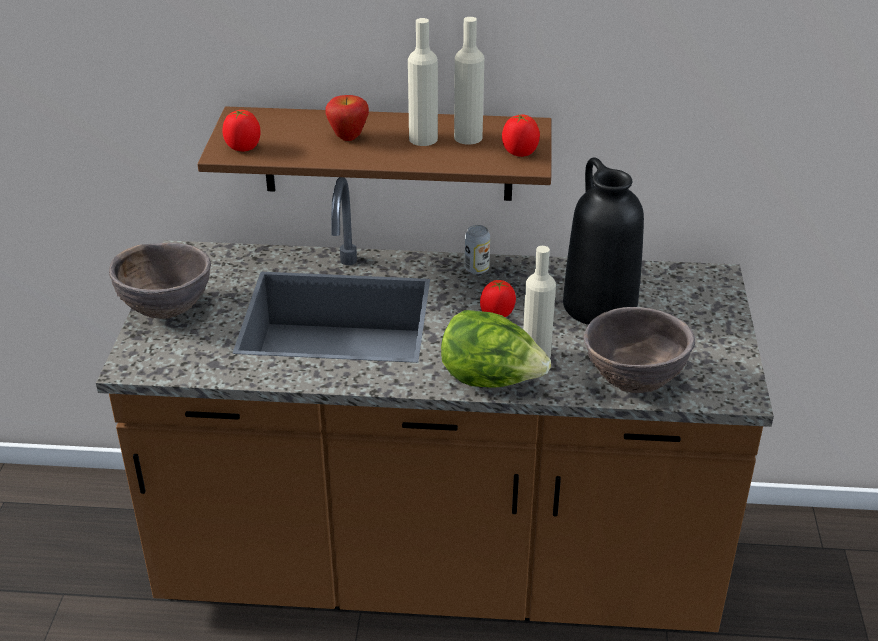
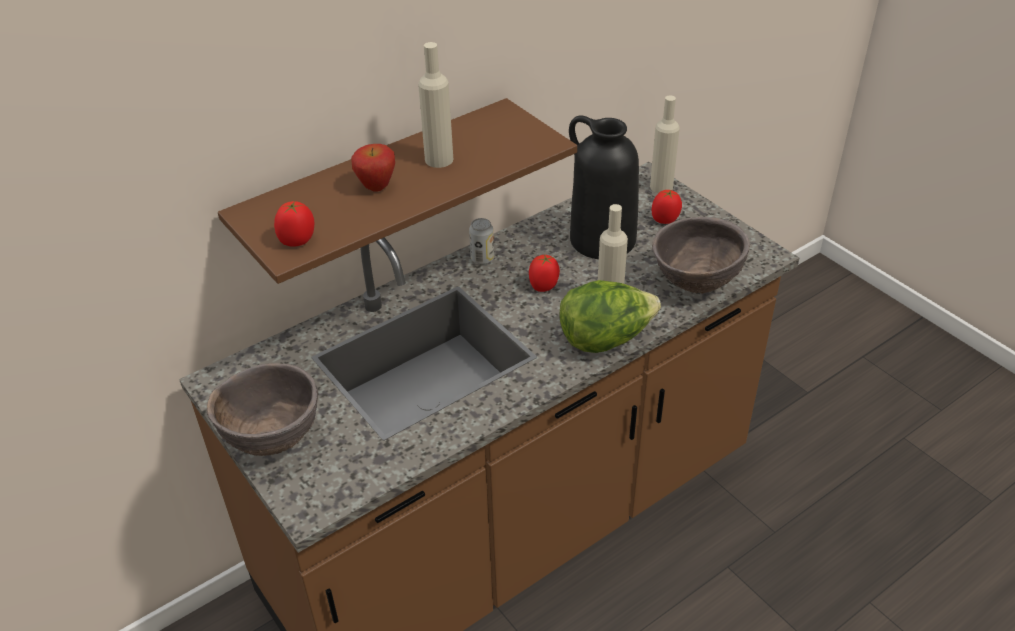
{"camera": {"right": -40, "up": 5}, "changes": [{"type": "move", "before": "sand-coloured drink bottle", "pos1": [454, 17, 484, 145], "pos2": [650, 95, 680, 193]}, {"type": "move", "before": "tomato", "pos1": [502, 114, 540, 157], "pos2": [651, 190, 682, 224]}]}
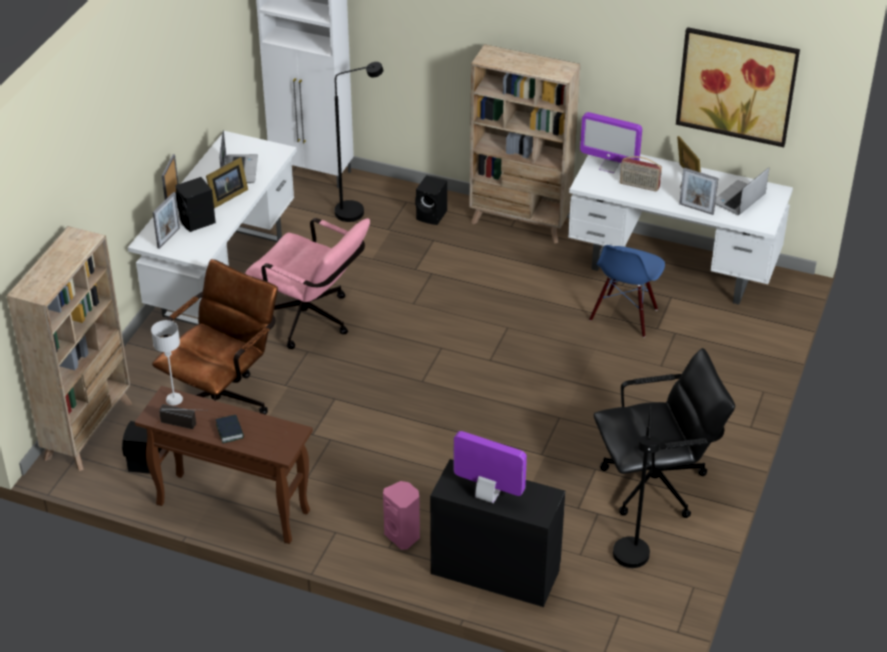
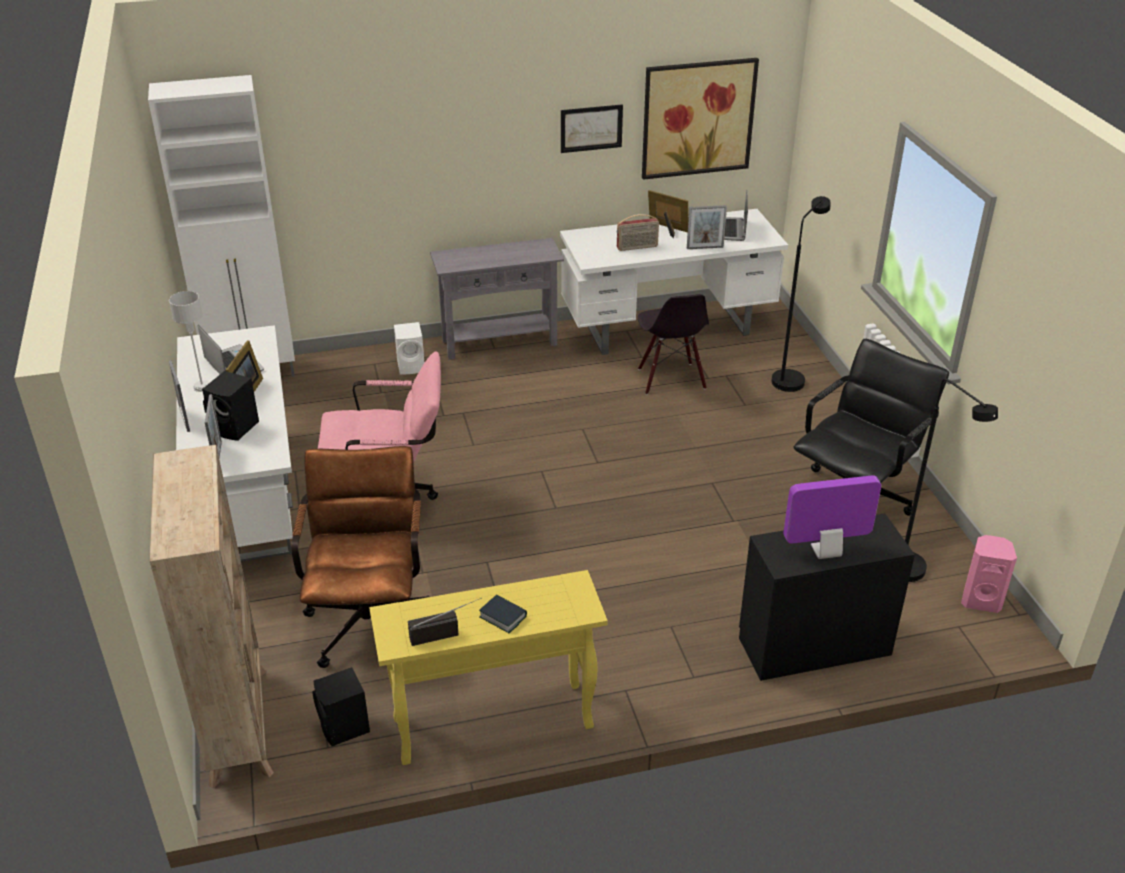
{"camera": {"right": -35, "up": -5}, "changes": [{"type": "recolor", "before": "brown console table", "after": "yellow console table", "pos1": [135, 386, 313, 544], "pos2": [369, 570, 608, 765]}, {"type": "move", "before": "gray tabletop lamp", "pos1": [151, 320, 183, 405], "pos2": [169, 291, 210, 392]}, {"type": "move", "before": "black standard lamp", "pos1": [334, 62, 383, 222], "pos2": [771, 196, 830, 392]}, {"type": "move", "before": "pink-coloured loudspeaker", "pos1": [383, 481, 420, 549], "pos2": [961, 535, 1017, 613]}, {"type": "recolor", "before": "black loudspeaker", "after": "white-coloured loudspeaker", "pos1": [415, 175, 447, 225], "pos2": [394, 322, 424, 375]}, {"type": "replace", "before": "sand-coloured bookshelf", "after": "gray console table", "pos1": [469, 44, 580, 244], "pos2": [430, 238, 564, 360]}, {"type": "delete", "before": "monitor", "pos1": [580, 112, 642, 173]}, {"type": "recolor", "before": "blue-coloured chair", "after": "black chair", "pos1": [589, 245, 665, 338], "pos2": [638, 294, 709, 395]}, {"type": "insert", "after": "wall picture", "pos2": [561, 104, 623, 153]}]}
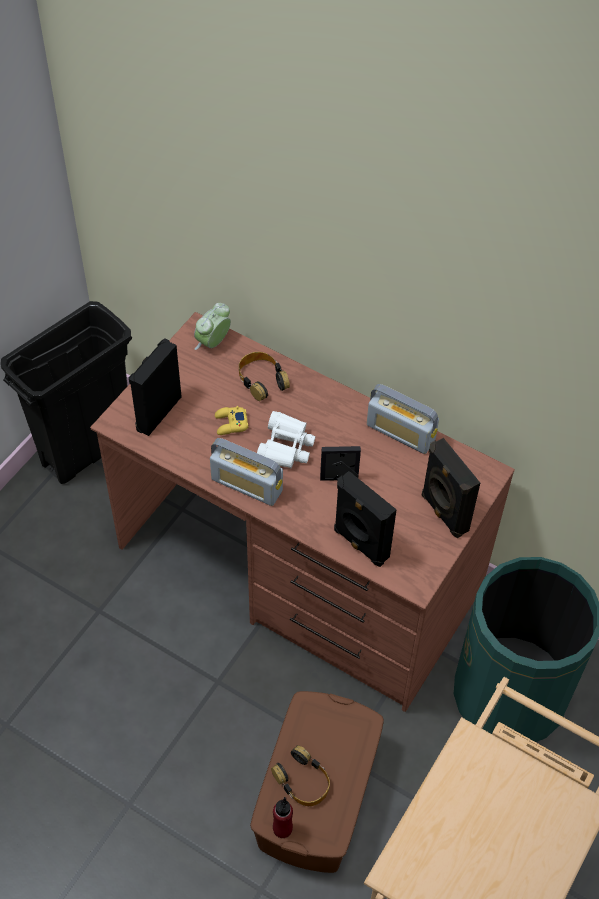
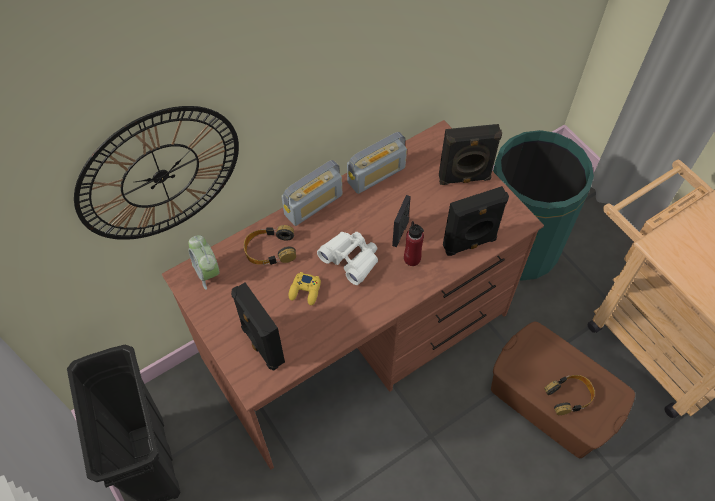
{"camera": {"right": -65, "up": 5}, "changes": [{"type": "move", "before": "radio receiver", "pos1": [210, 438, 283, 506], "pos2": [281, 160, 342, 226]}, {"type": "move", "before": "red-coloured drink bottle", "pos1": [273, 797, 293, 838], "pos2": [404, 221, 424, 266]}, {"type": "insert", "after": "clock on the wall", "pos2": [74, 106, 239, 240]}]}
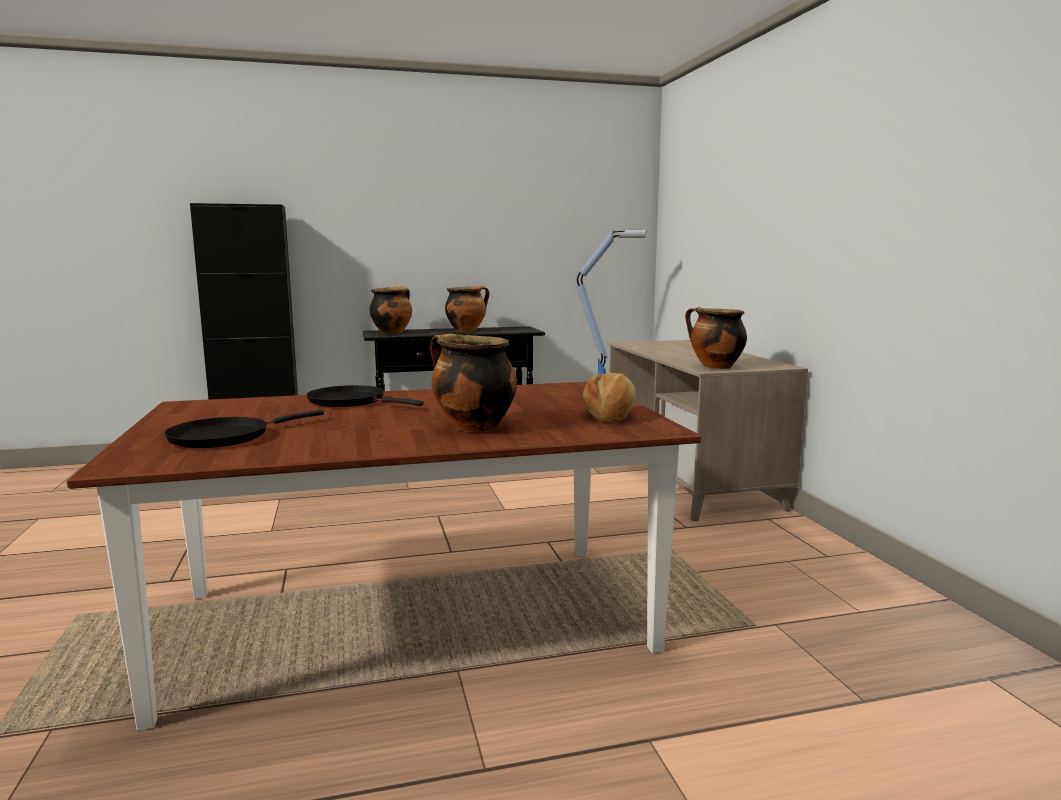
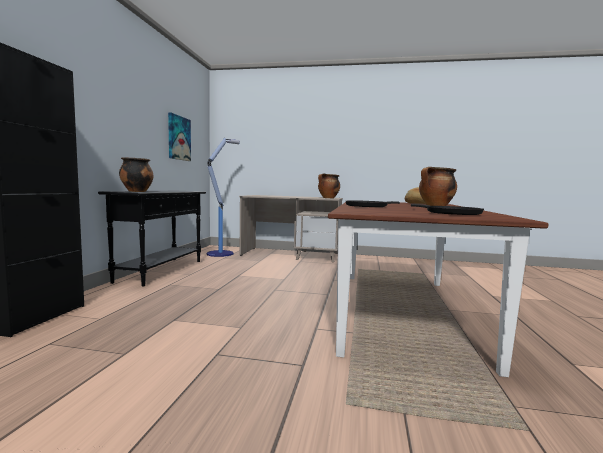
{"camera": {"right": -65, "up": -5}, "changes": [{"type": "delete", "before": "stockpot", "pos1": [445, 286, 490, 332]}, {"type": "insert", "after": "wall picture", "pos2": [168, 113, 191, 161]}]}
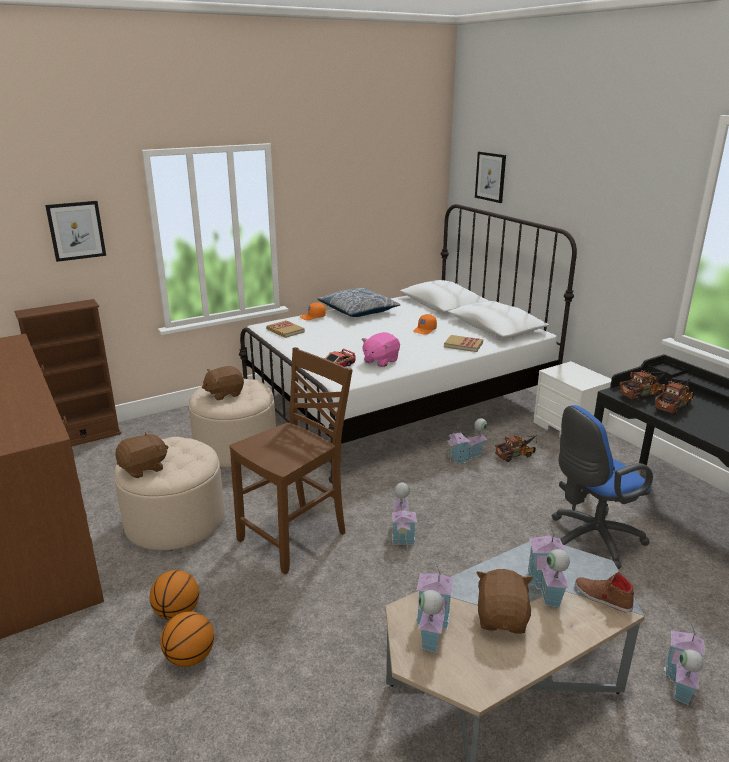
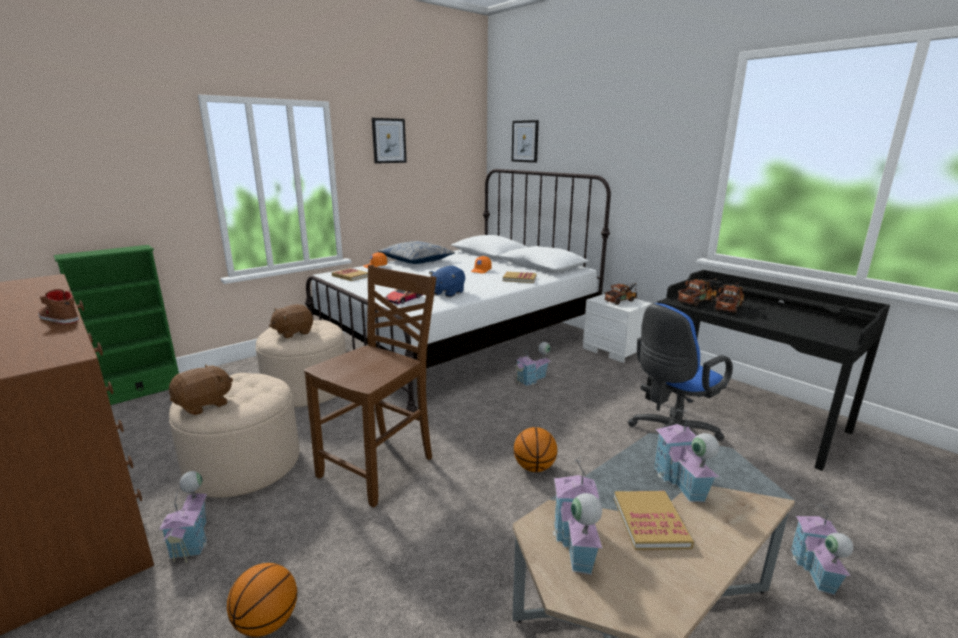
{"camera": {"right": -10, "up": -5}, "changes": [{"type": "recolor", "before": "brown bookshelf", "after": "greenish bookshelf", "pos1": [14, 299, 121, 446], "pos2": [54, 245, 179, 405]}, {"type": "move", "before": "wall picture", "pos1": [45, 201, 106, 262], "pos2": [372, 118, 407, 164]}, {"type": "move", "before": "ball for basketball", "pos1": [149, 570, 199, 620], "pos2": [514, 427, 557, 472]}, {"type": "recolor", "before": "pink-coloured plush toy", "after": "blue-coloured plush toy", "pos1": [362, 332, 400, 367], "pos2": [429, 266, 465, 297]}, {"type": "move", "before": "miniature house", "pos1": [392, 482, 417, 549], "pos2": [159, 471, 207, 563]}, {"type": "replace", "before": "brown plush toy", "after": "volume", "pos1": [477, 569, 533, 634], "pos2": [614, 491, 694, 550]}, {"type": "move", "before": "toy truck", "pos1": [495, 435, 537, 462], "pos2": [605, 283, 637, 305]}, {"type": "move", "before": "brown low shoe", "pos1": [575, 572, 634, 613], "pos2": [38, 289, 79, 324]}]}
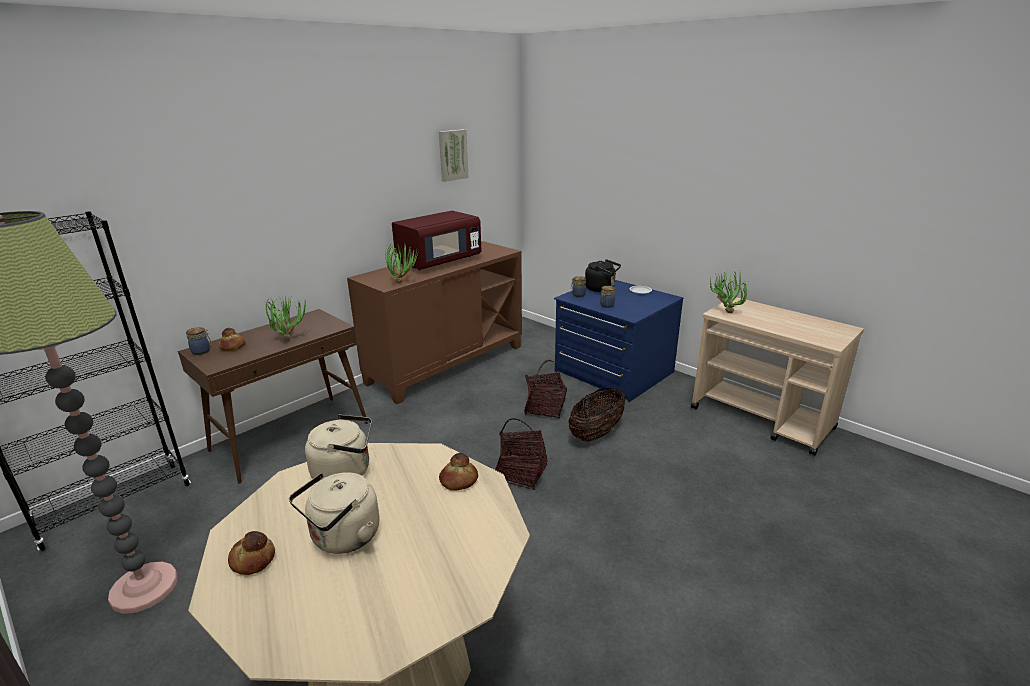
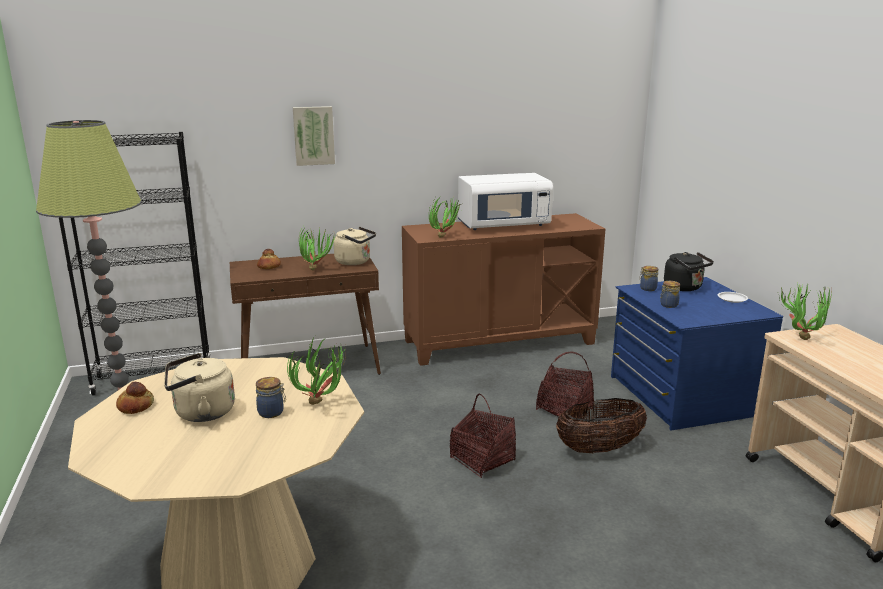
{"camera": {"right": 30, "up": -5}, "changes": [{"type": "move", "before": "storage jar", "pos1": [186, 327, 211, 355], "pos2": [256, 377, 286, 418]}, {"type": "move", "before": "sand-coloured tea kettle", "pos1": [305, 414, 372, 479], "pos2": [334, 227, 376, 265]}, {"type": "recolor", "before": "red-coloured microwave", "after": "white-coloured microwave", "pos1": [392, 211, 482, 271], "pos2": [458, 173, 553, 230]}, {"type": "move", "before": "wall picture", "pos1": [439, 129, 469, 182], "pos2": [293, 106, 335, 166]}, {"type": "replace", "before": "bread", "after": "houseplant", "pos1": [439, 453, 478, 491], "pos2": [287, 336, 346, 405]}]}
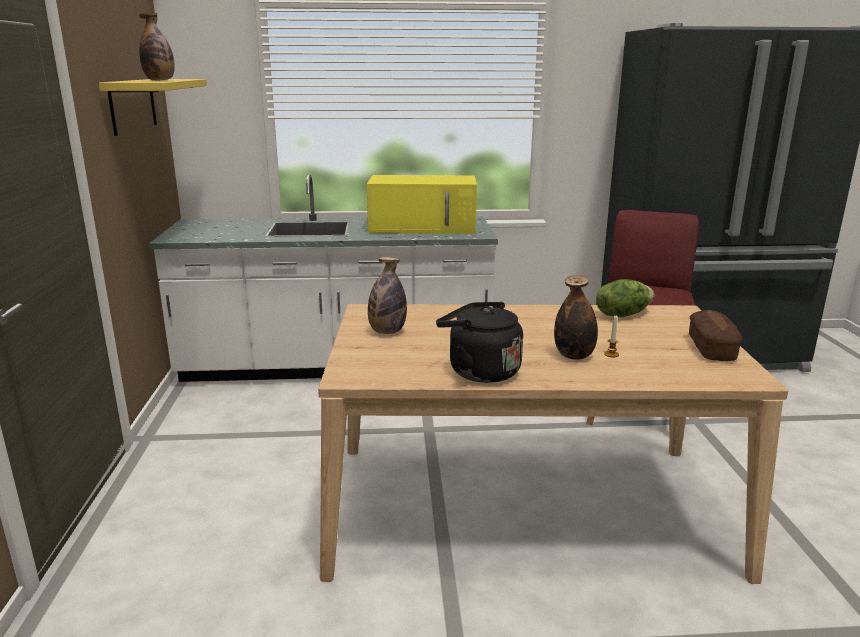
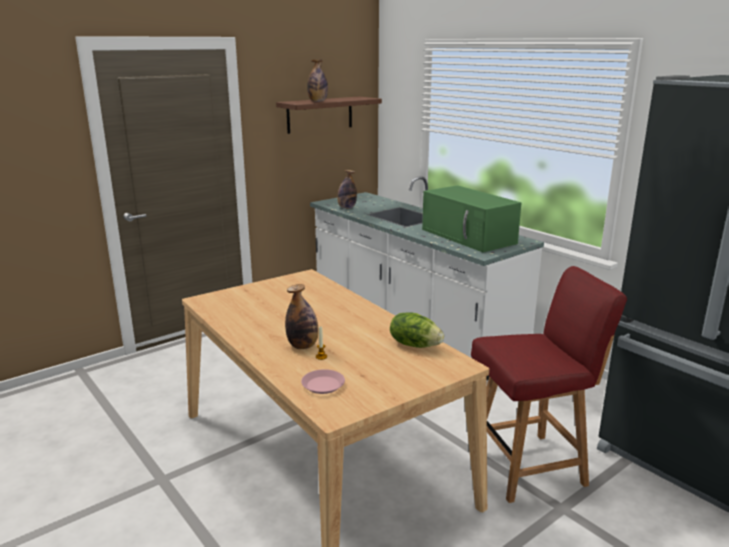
{"camera": {"right": 55, "up": 0}, "changes": [{"type": "recolor", "before": "yellow bracket shelf", "after": "brown bracket shelf", "pos1": [99, 79, 207, 136], "pos2": [276, 96, 382, 134]}, {"type": "recolor", "before": "yellow microwave", "after": "greenish microwave", "pos1": [367, 175, 477, 234], "pos2": [422, 185, 521, 252]}, {"type": "move", "before": "drink bottle", "pos1": [368, 257, 407, 334], "pos2": [337, 170, 357, 209]}, {"type": "delete", "before": "black tea kettle", "pos1": [436, 302, 523, 383]}, {"type": "delete", "before": "bread", "pos1": [689, 310, 742, 361]}, {"type": "insert", "after": "pink-coloured dinner plate", "pos2": [301, 369, 345, 394]}]}
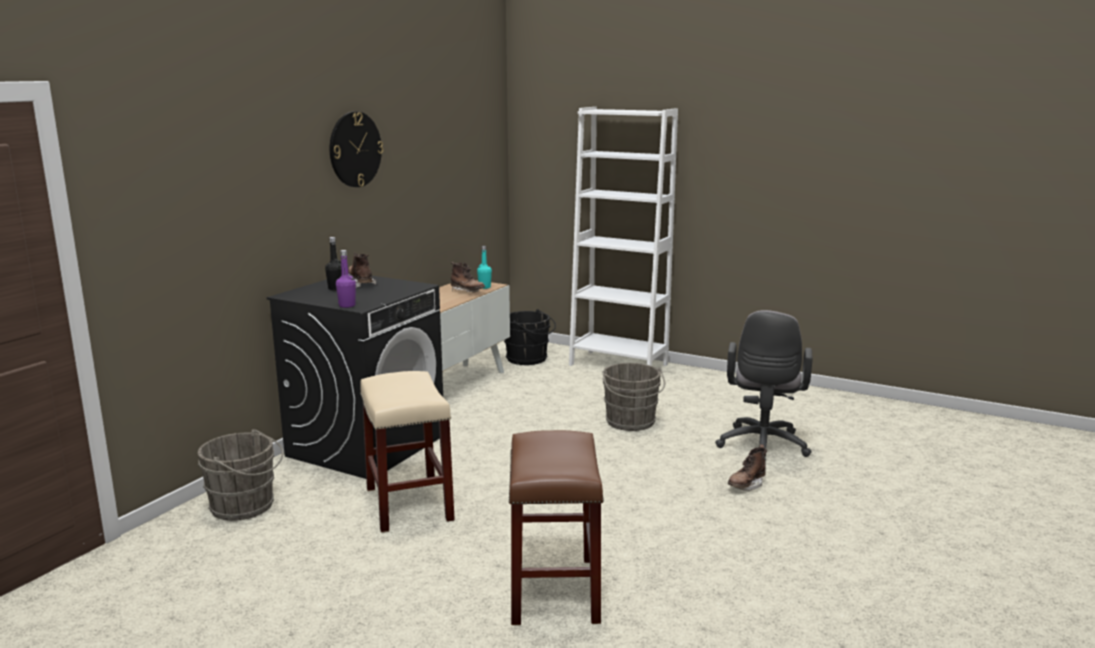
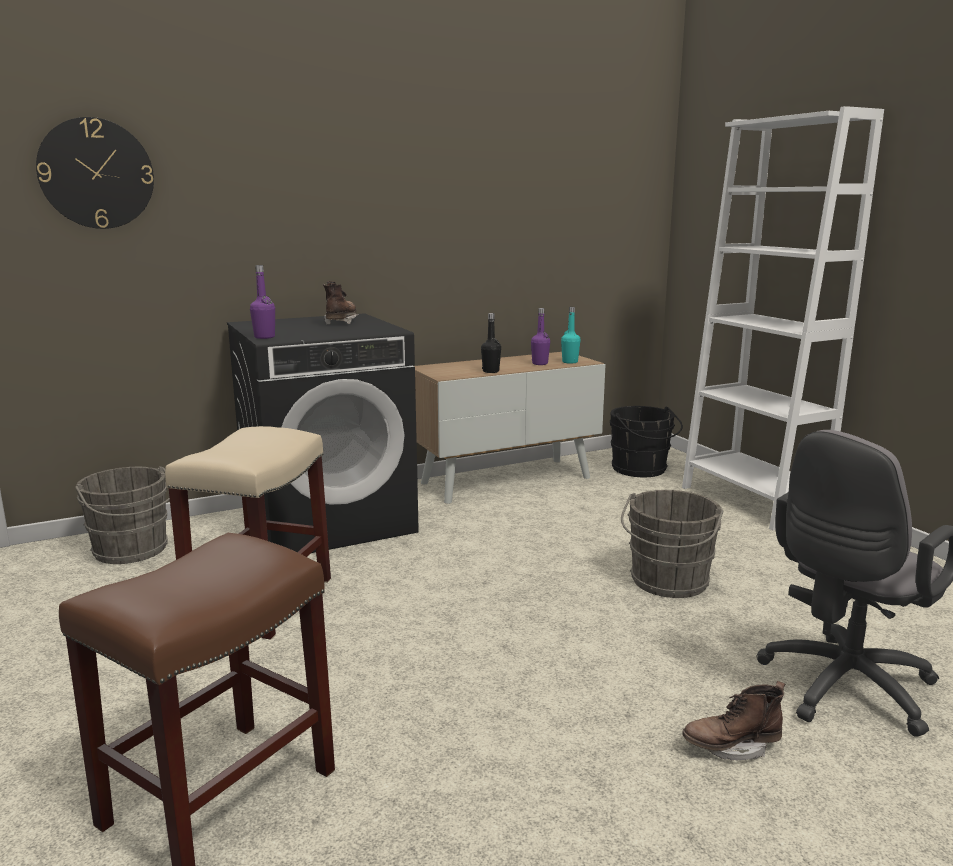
{"camera": {"right": 35, "up": 0}, "changes": [{"type": "move", "before": "black drink bottle", "pos1": [325, 237, 342, 291], "pos2": [481, 313, 501, 373]}, {"type": "move", "before": "clock on the wall", "pos1": [330, 111, 383, 187], "pos2": [36, 117, 154, 229]}, {"type": "replace", "before": "brown high-top boot", "after": "purplish drink bottle", "pos1": [451, 262, 485, 292], "pos2": [531, 308, 550, 365]}]}
